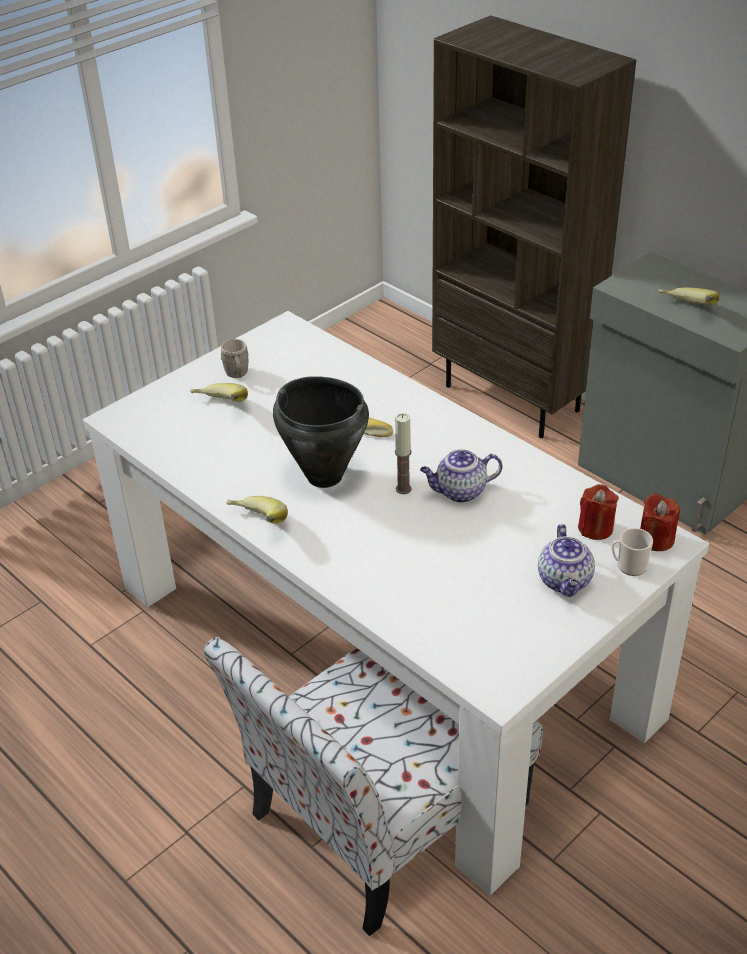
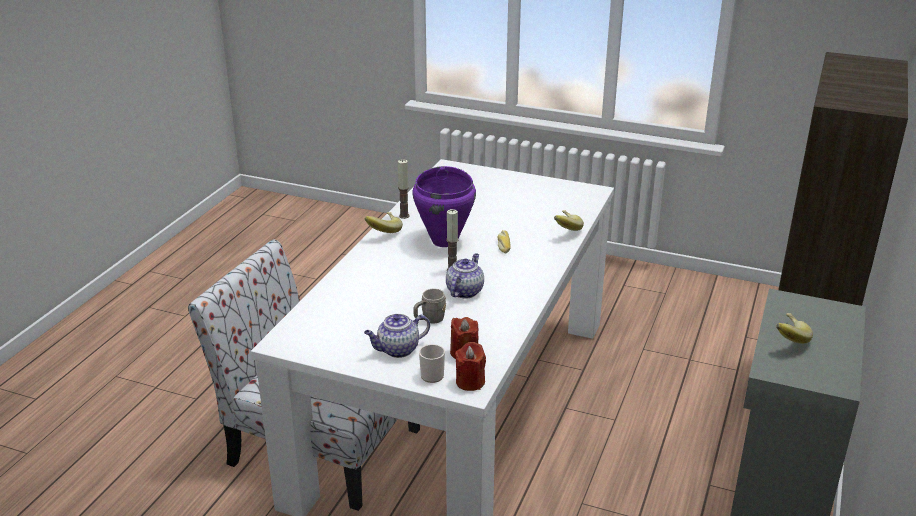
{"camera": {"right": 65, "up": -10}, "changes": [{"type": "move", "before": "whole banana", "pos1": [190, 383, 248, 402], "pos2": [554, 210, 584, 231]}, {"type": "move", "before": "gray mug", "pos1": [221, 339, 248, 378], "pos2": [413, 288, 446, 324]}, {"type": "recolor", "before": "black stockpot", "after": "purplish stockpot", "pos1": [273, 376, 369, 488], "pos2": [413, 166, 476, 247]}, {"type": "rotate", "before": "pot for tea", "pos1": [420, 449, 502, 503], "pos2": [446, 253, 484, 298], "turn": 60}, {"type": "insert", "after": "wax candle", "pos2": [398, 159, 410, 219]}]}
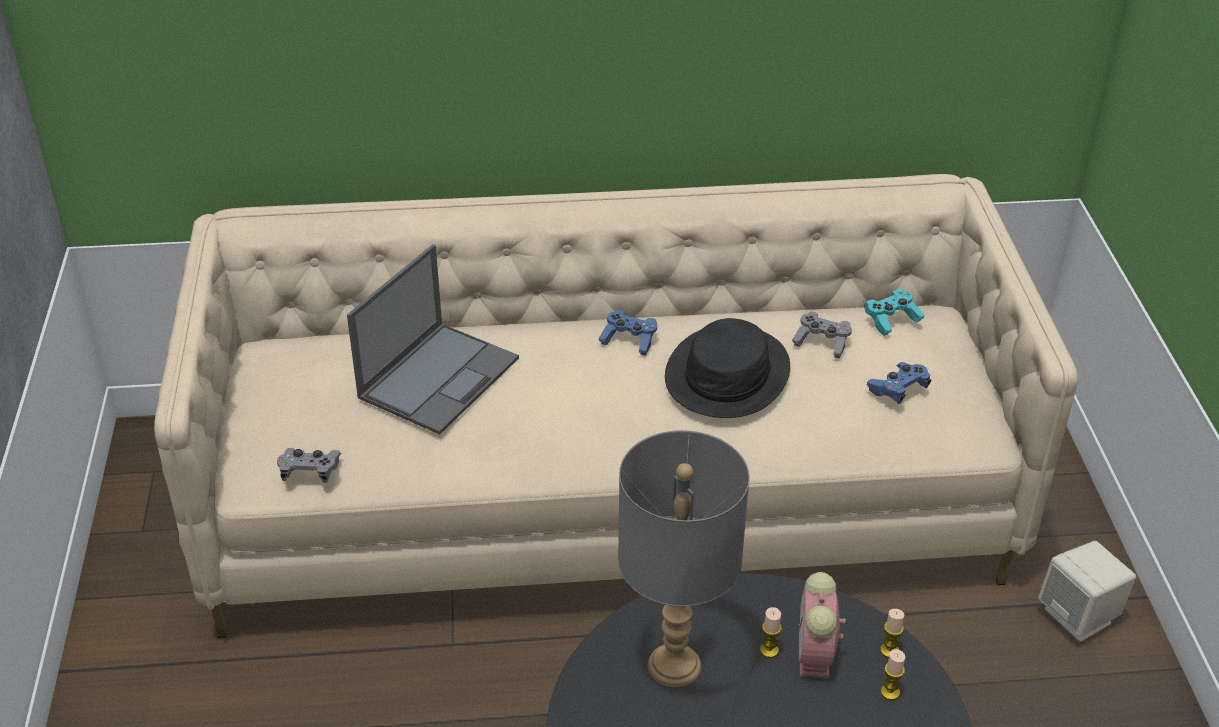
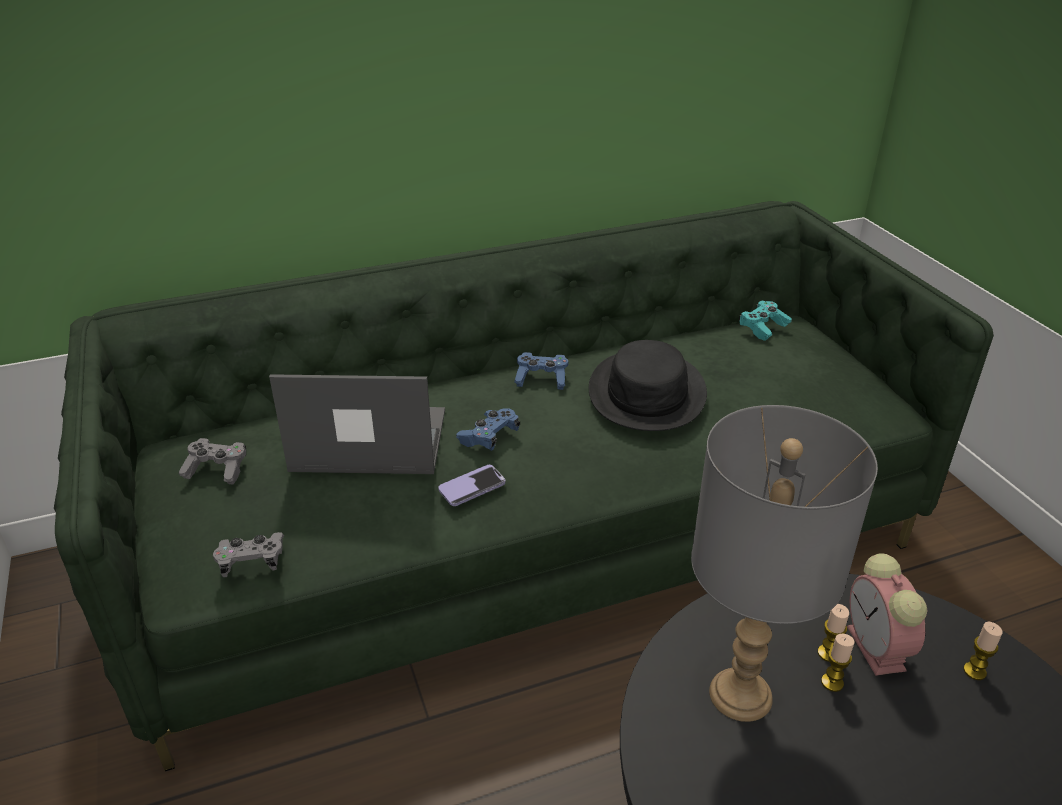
{"camera": {"right": -15, "up": -5}, "changes": [{"type": "recolor", "before": "sand-coloured couch", "after": "greenish couch", "pos1": [154, 174, 1078, 638], "pos2": [54, 201, 994, 771]}, {"type": "rotate", "before": "portable computer", "pos1": [347, 244, 519, 435], "pos2": [269, 374, 445, 474], "turn": -105}, {"type": "move", "before": "gray gamepad", "pos1": [792, 312, 852, 358], "pos2": [179, 438, 246, 484]}, {"type": "move", "before": "blue-coloured gamepad", "pos1": [867, 362, 931, 404], "pos2": [456, 408, 520, 451]}, {"type": "move", "before": "wax candle", "pos1": [880, 609, 904, 658], "pos2": [821, 634, 855, 692]}, {"type": "delete", "before": "sand-coloured loudspeaker", "pos1": [1038, 541, 1136, 642]}, {"type": "insert", "after": "telephone", "pos2": [438, 465, 505, 506]}]}
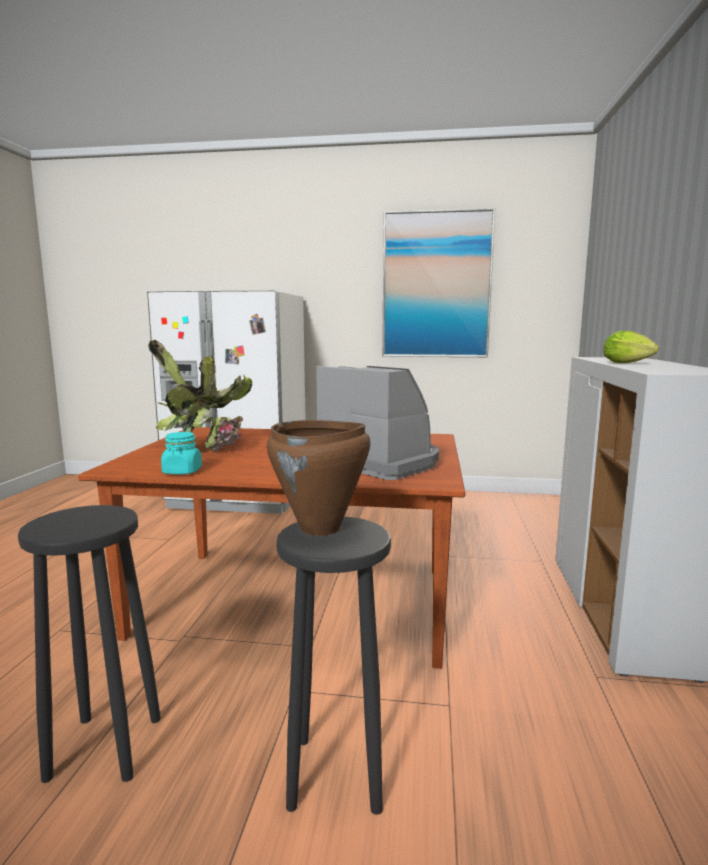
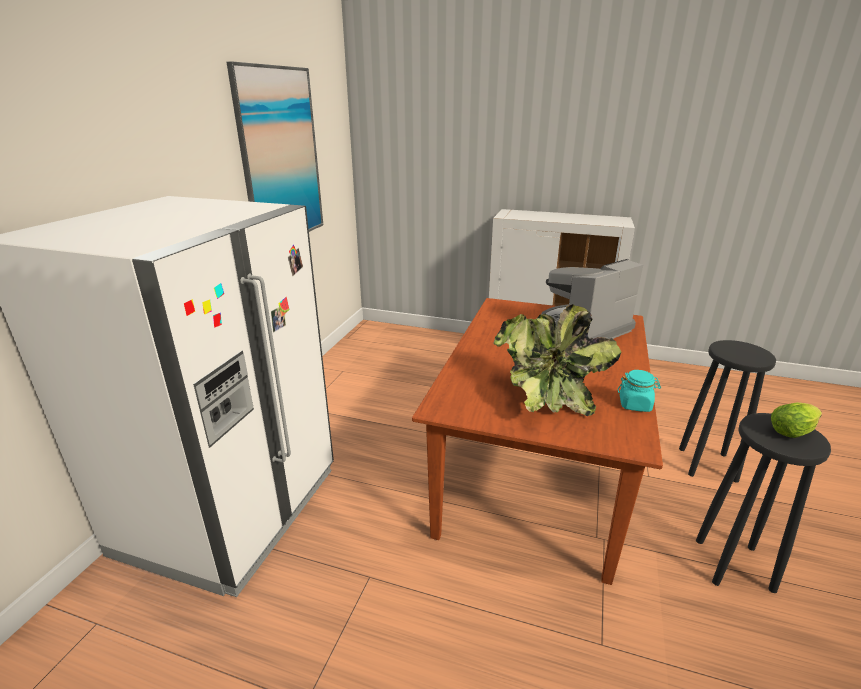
{"camera": {"right": -80, "up": 15}, "changes": [{"type": "delete", "before": "brown stockpot", "pos1": [267, 420, 371, 536]}, {"type": "move", "before": "lettuce head", "pos1": [603, 331, 659, 363], "pos2": [771, 402, 822, 438]}]}
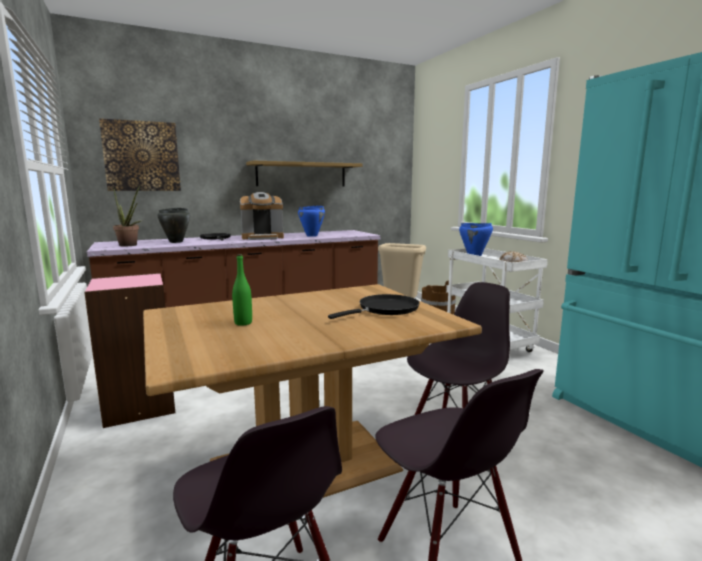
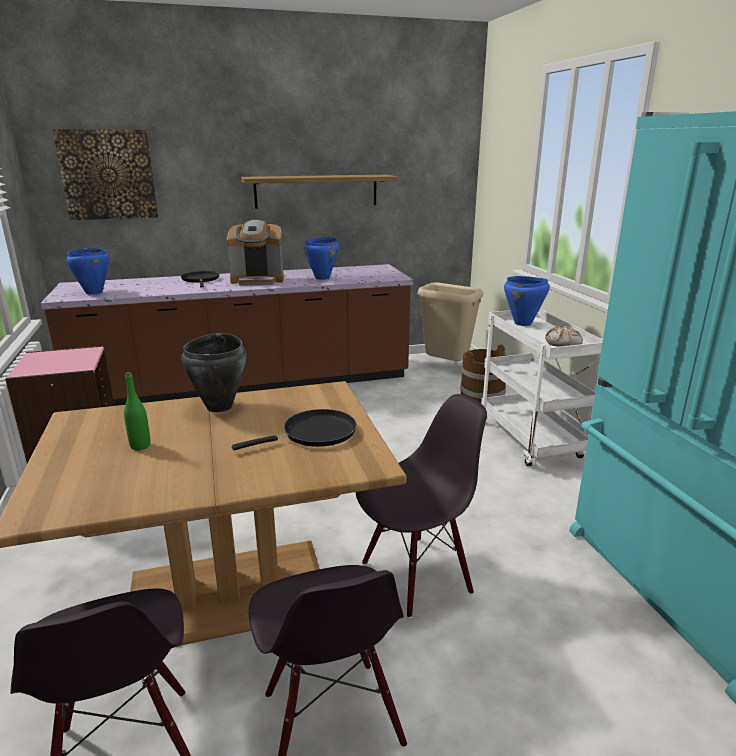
{"camera": {"right": 10, "up": 10}, "changes": [{"type": "replace", "before": "houseplant", "after": "blue-coloured stockpot", "pos1": [113, 185, 141, 247], "pos2": [66, 248, 109, 295]}, {"type": "move", "before": "black stockpot", "pos1": [158, 208, 190, 243], "pos2": [181, 333, 247, 412]}]}
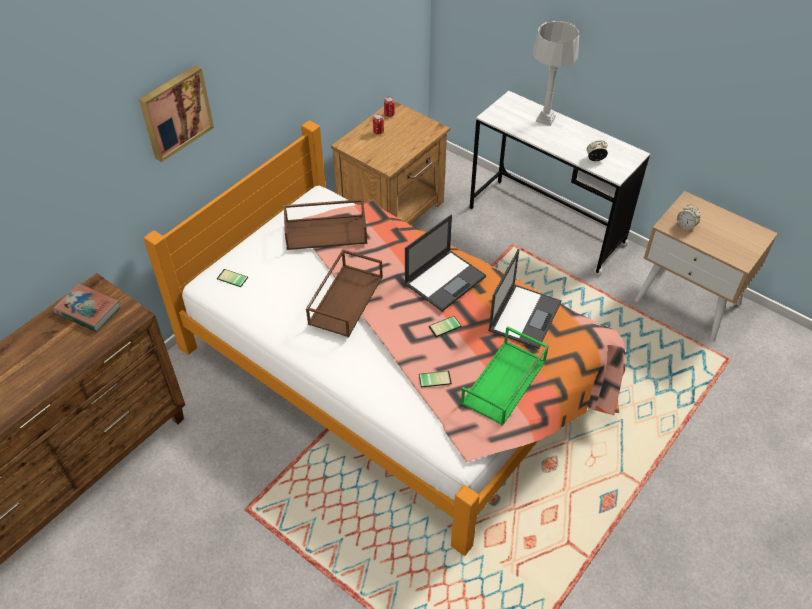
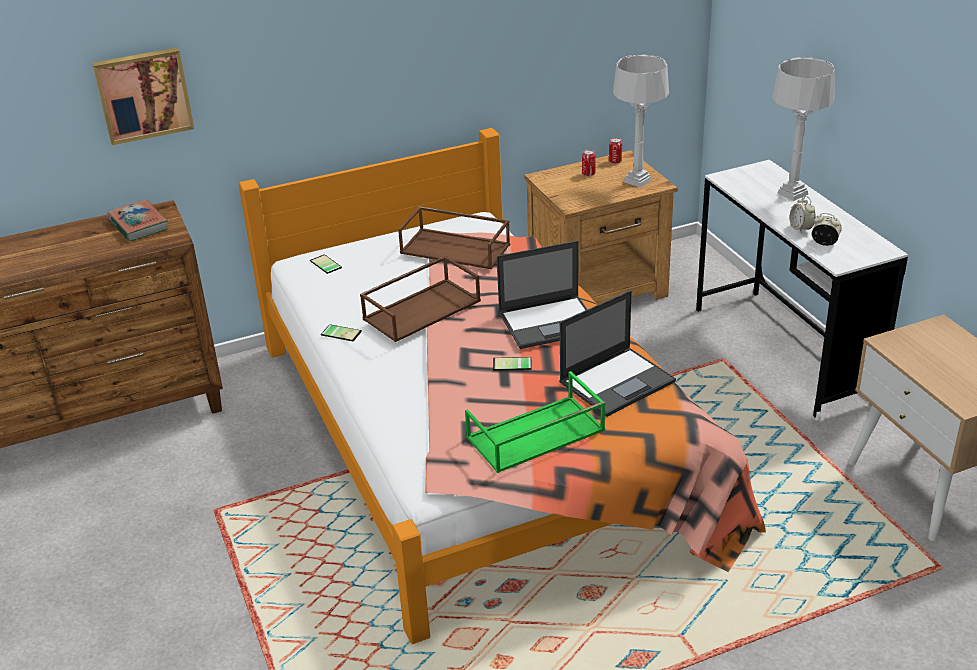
{"camera": {"right": 30, "up": -15}, "changes": [{"type": "move", "before": "wall picture", "pos1": [139, 65, 214, 162], "pos2": [92, 48, 194, 145]}, {"type": "move", "before": "telephone", "pos1": [419, 371, 452, 388], "pos2": [321, 324, 362, 342]}, {"type": "move", "before": "table clock", "pos1": [677, 204, 701, 231], "pos2": [790, 196, 815, 232]}, {"type": "insert", "after": "gray tabletop lamp", "pos2": [613, 54, 669, 187]}]}
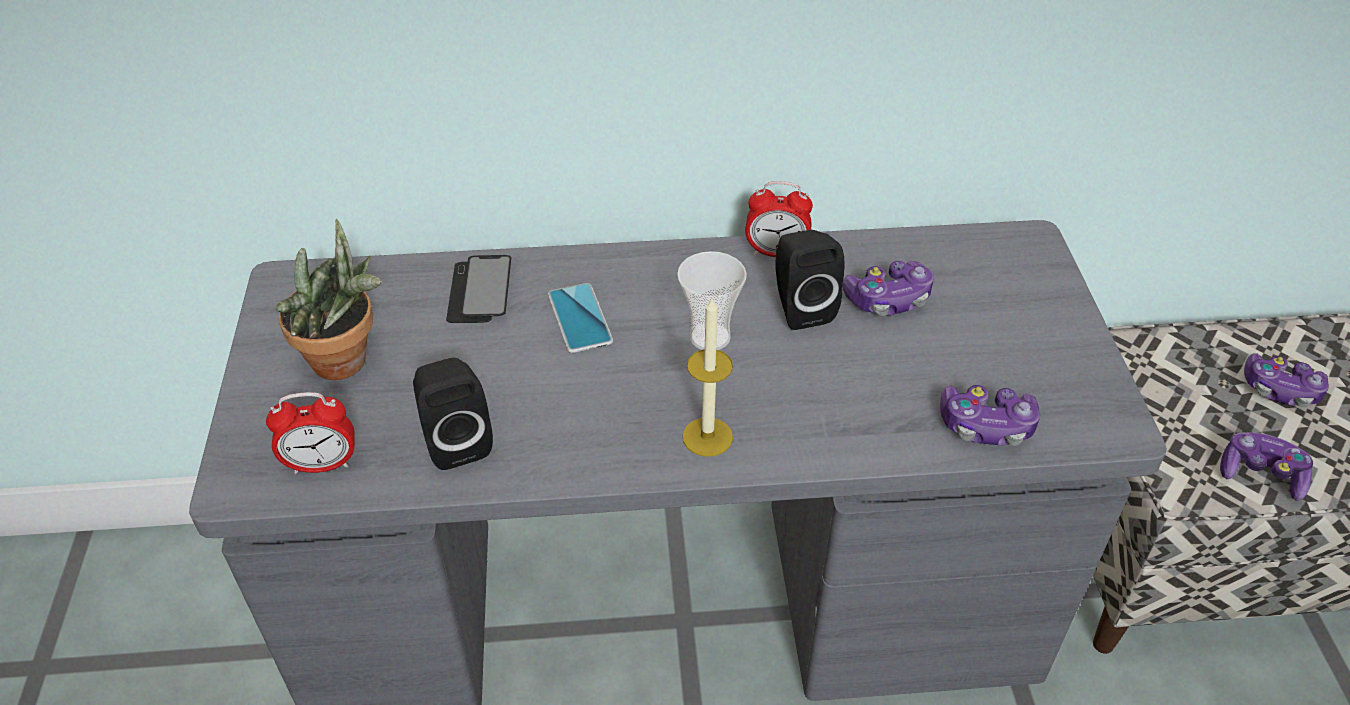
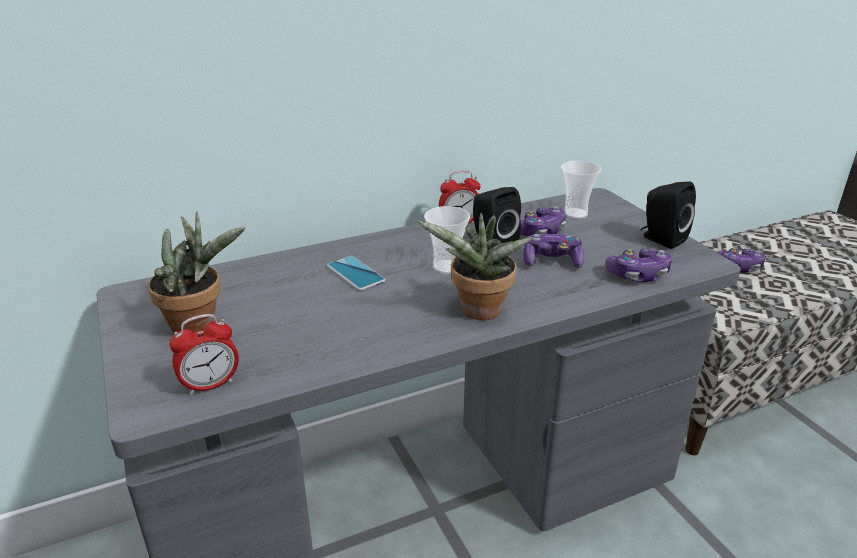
{"camera": {"right": -20, "up": -15}, "changes": [{"type": "move", "before": "black loudspeaker", "pos1": [413, 358, 493, 470], "pos2": [641, 181, 696, 249]}, {"type": "delete", "before": "telephone", "pos1": [446, 255, 511, 323]}, {"type": "replace", "before": "wax candle", "after": "houseplant", "pos1": [682, 296, 733, 457], "pos2": [417, 213, 533, 320]}, {"type": "move", "before": "gamepad", "pos1": [1220, 432, 1313, 501], "pos2": [524, 234, 584, 268]}, {"type": "insert", "after": "small cup", "pos2": [561, 160, 601, 219]}]}
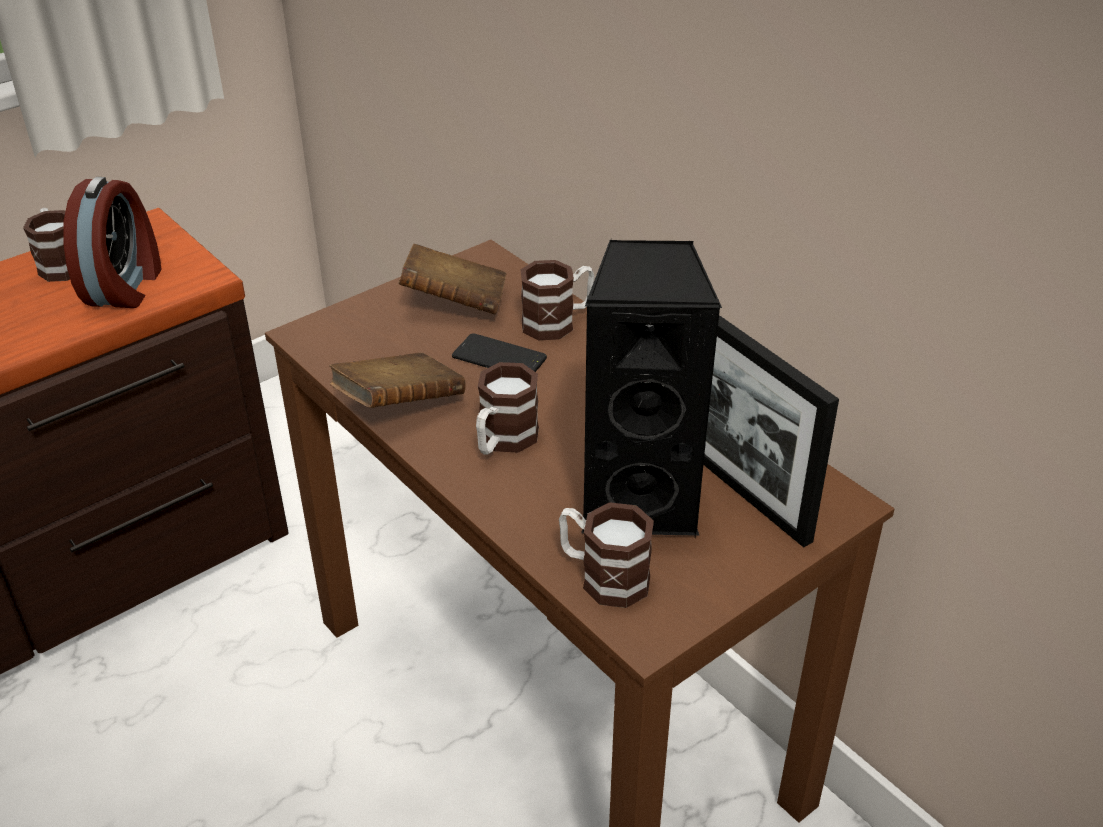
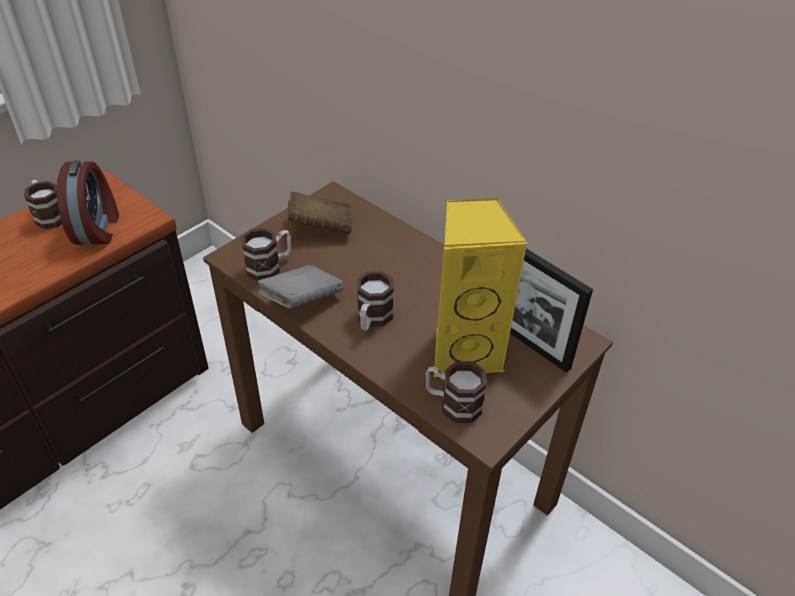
{"camera": {"right": -10, "up": 5}, "changes": [{"type": "recolor", "before": "brown volume", "after": "gray volume", "pos1": [329, 353, 466, 408], "pos2": [258, 265, 343, 309]}, {"type": "delete", "before": "telephone", "pos1": [452, 333, 547, 372]}, {"type": "move", "before": "mug", "pos1": [521, 260, 594, 340], "pos2": [241, 228, 291, 282]}, {"type": "recolor", "before": "black loudspeaker", "after": "yellow loudspeaker", "pos1": [581, 239, 722, 537], "pos2": [434, 198, 528, 377]}]}
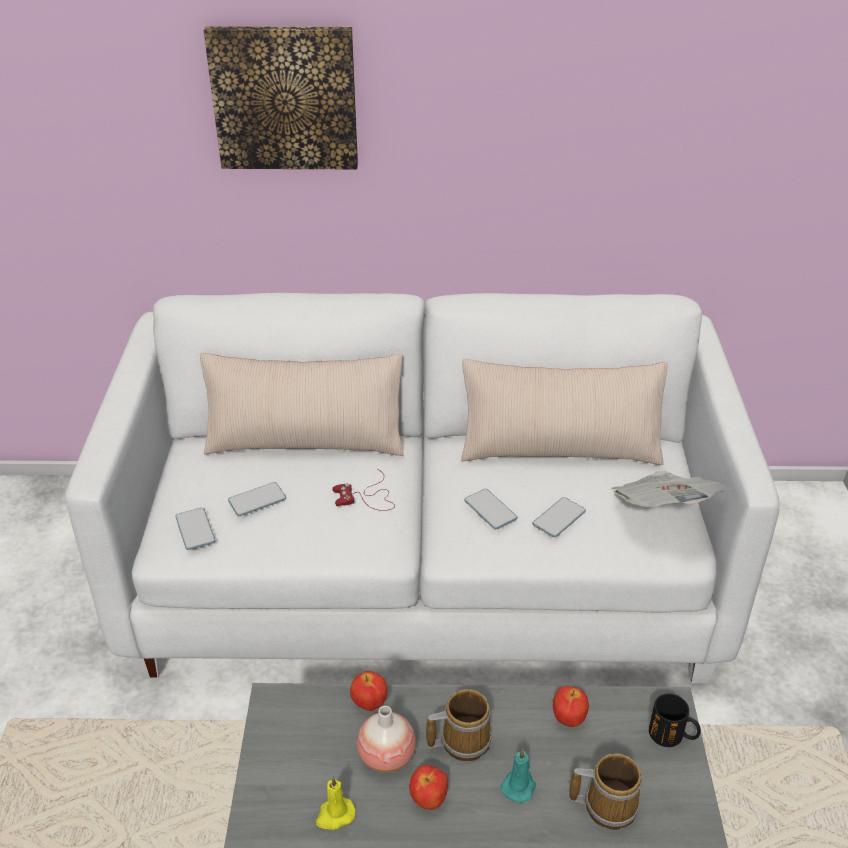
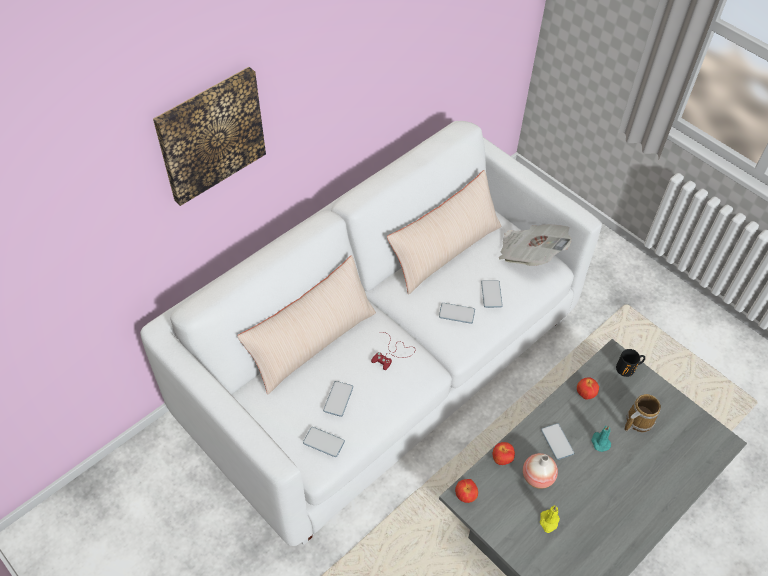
{"camera": {"right": -45, "up": 15}, "changes": [{"type": "move", "before": "whole apple", "pos1": [409, 765, 448, 810], "pos2": [455, 479, 478, 503]}, {"type": "replace", "before": "mug", "after": "telephone", "pos1": [426, 689, 492, 761], "pos2": [541, 423, 574, 460]}]}
